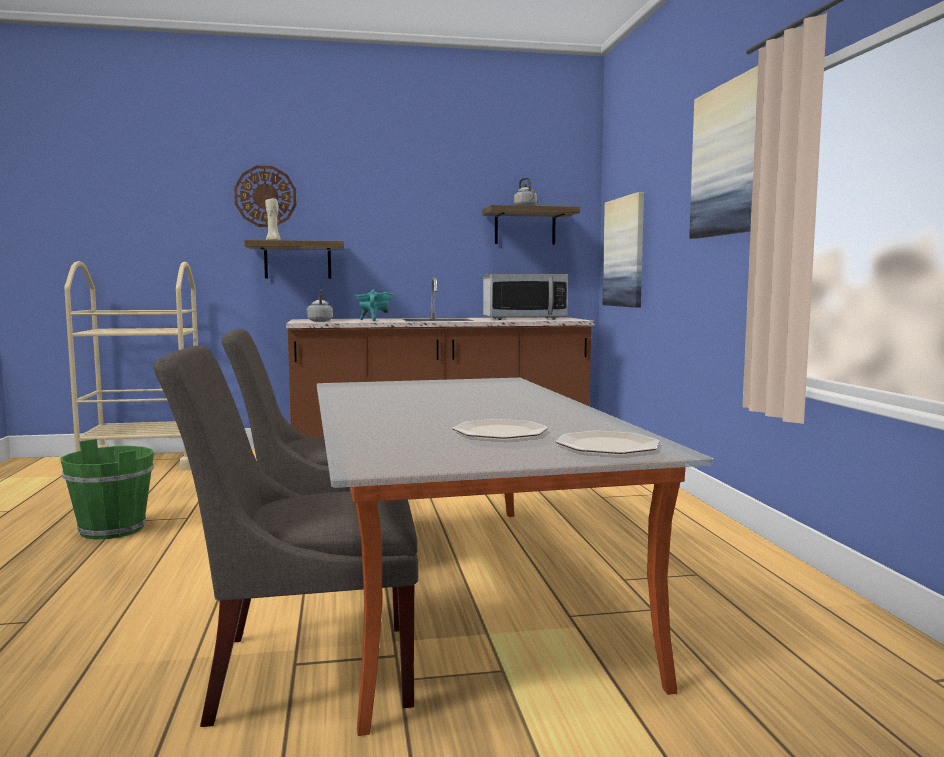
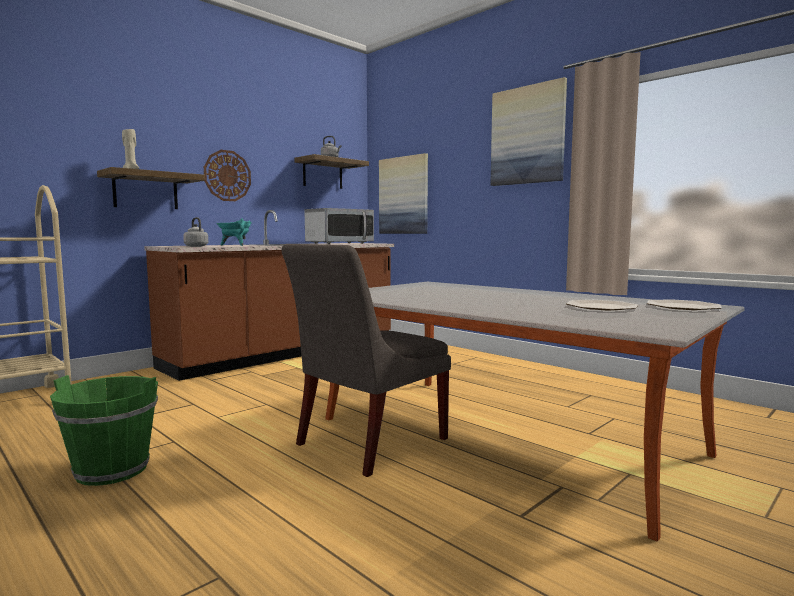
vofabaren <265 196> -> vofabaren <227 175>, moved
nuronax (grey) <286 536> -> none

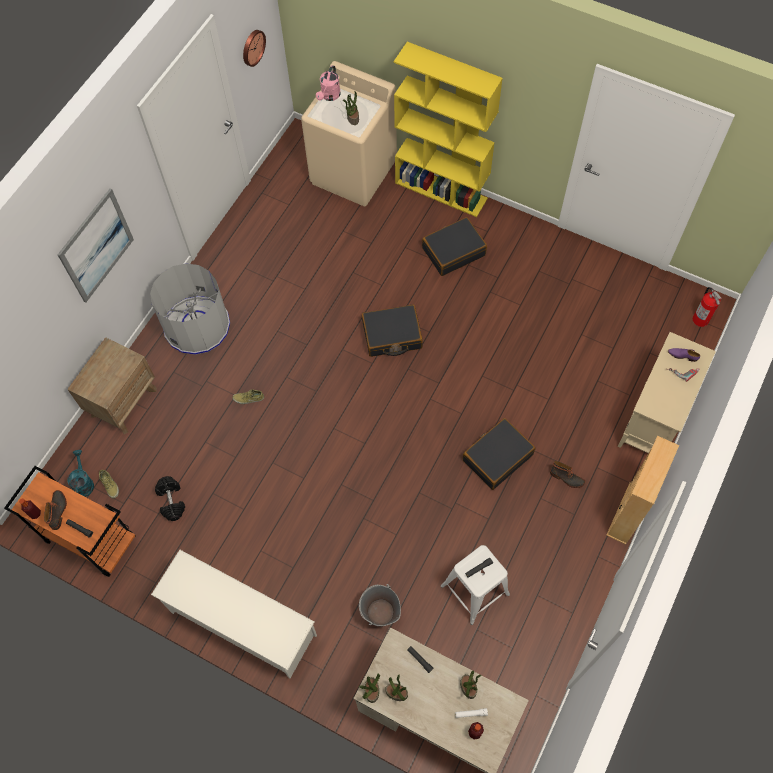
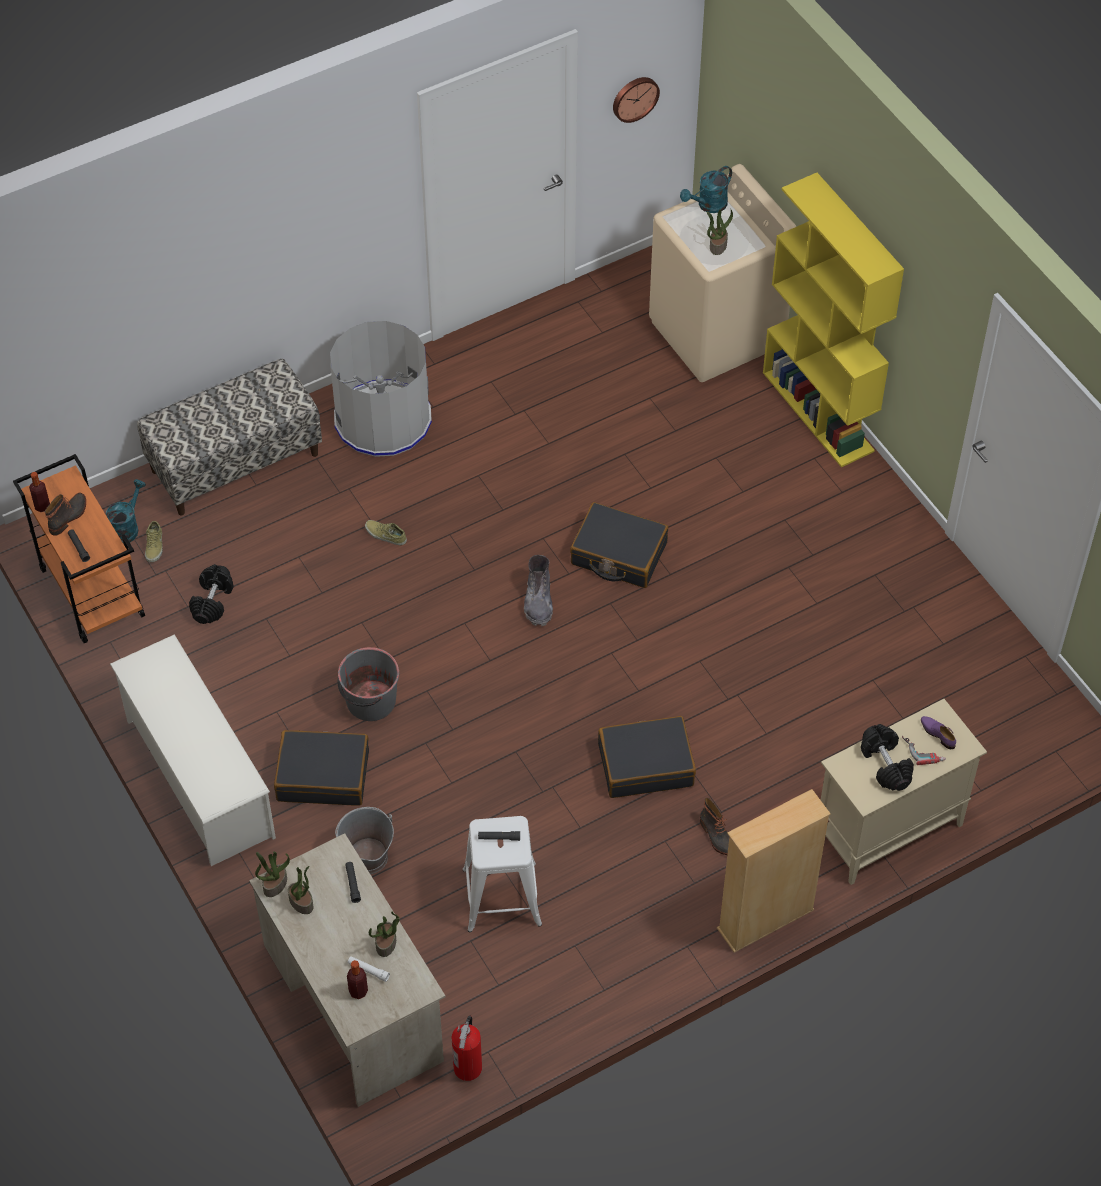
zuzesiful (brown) <112 385> -> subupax <229 437>
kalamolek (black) <454 246> -> kalamolek (black) <321 768>, moved
none -> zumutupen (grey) <368 684>
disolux <707 307> -> disolux <467 1048>, moved
none -> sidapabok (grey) <538 591>
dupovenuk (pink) <328 83> -> dupovenuk (turquoise) <706 189>
none -> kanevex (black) <887 757>
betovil <95 245> -> none

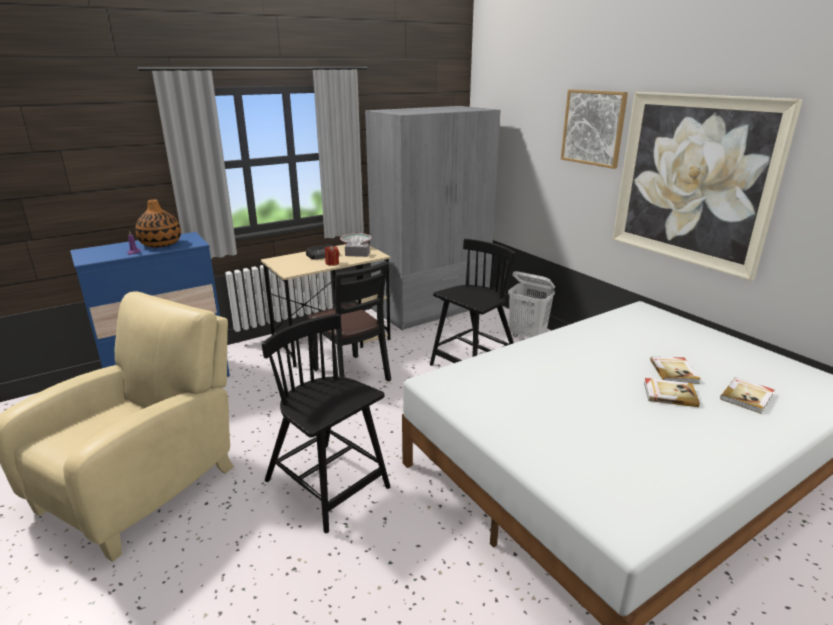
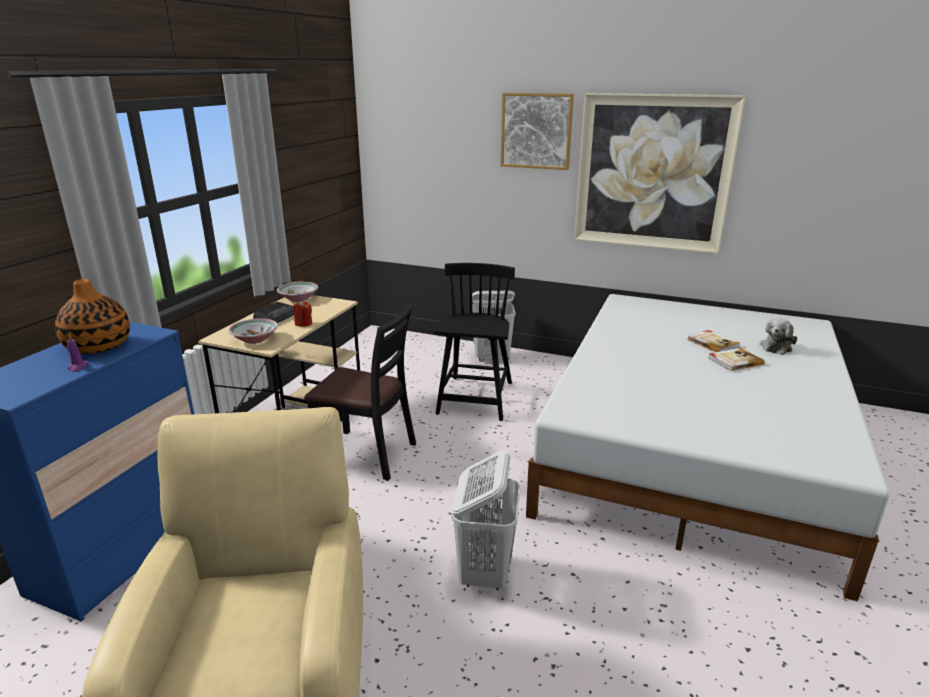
none -> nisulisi <253 331>
nuronax (black) <326 423> -> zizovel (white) <485 520>
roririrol <747 395> -> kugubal <778 336>
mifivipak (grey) <357 246> -> none
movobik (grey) <432 218> -> none

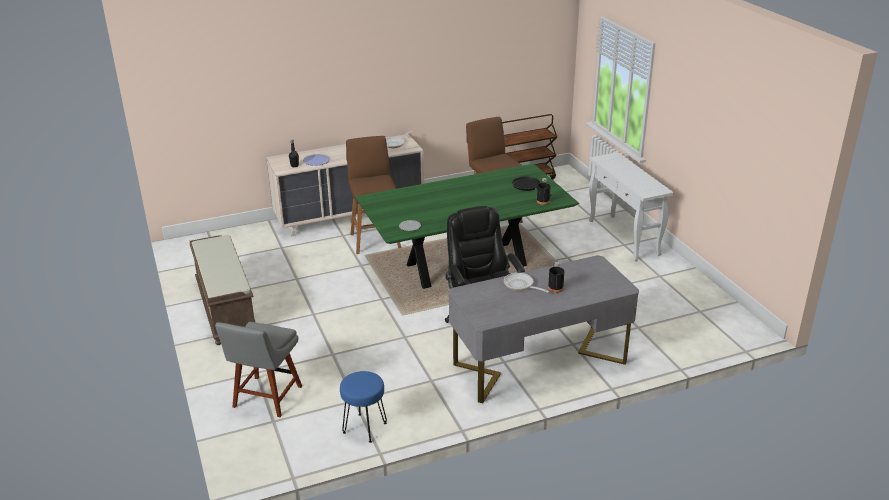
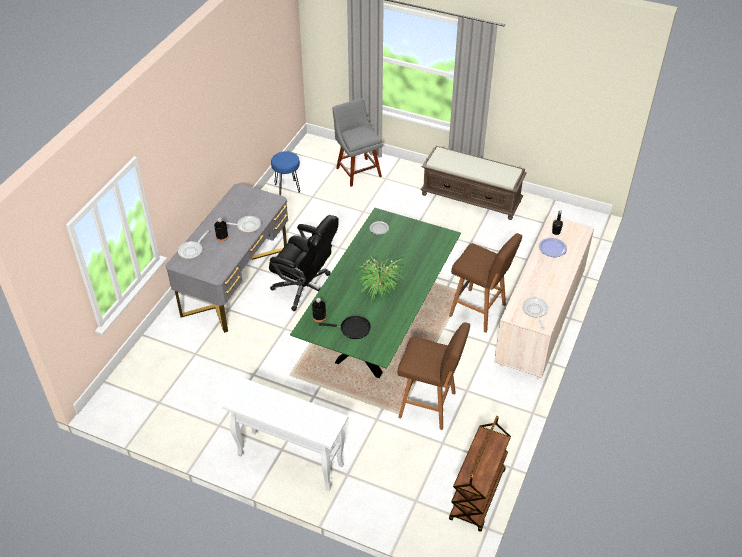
none -> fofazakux <193 244>
none -> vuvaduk <381 278>

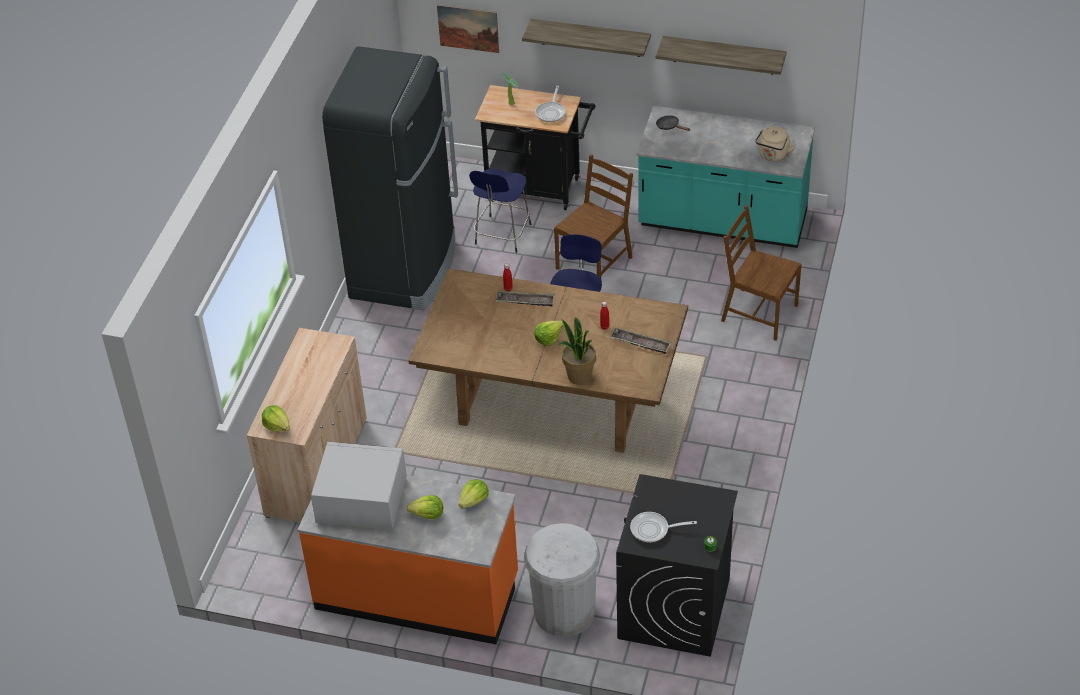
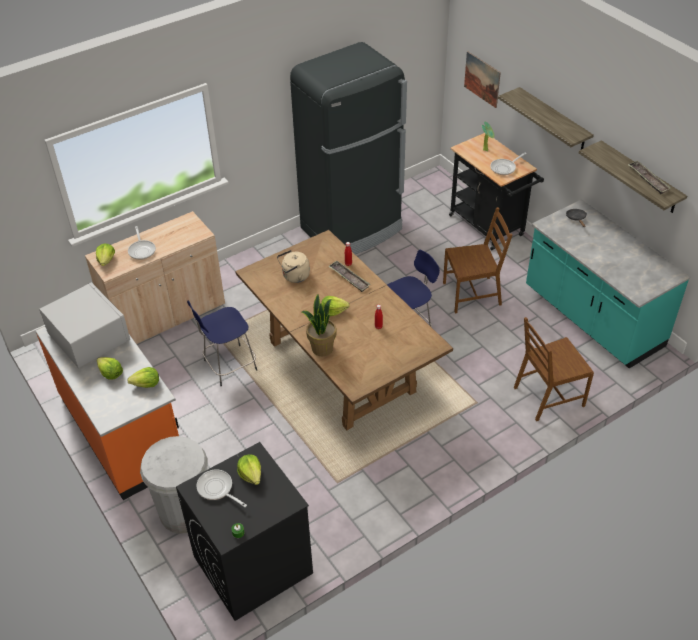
none -> fofazakux <142 243>
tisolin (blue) <500 211> -> tisolin (blue) <222 343>, moved
none -> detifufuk <249 469>
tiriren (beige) <775 144> -> tiriren (beige) <293 266>, moved
nuronax (brown) <761 273> -> nuronax (brown) <554 369>, 90 degrees counterclockwise
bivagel <640 341> -> bivagel <649 177>, moved

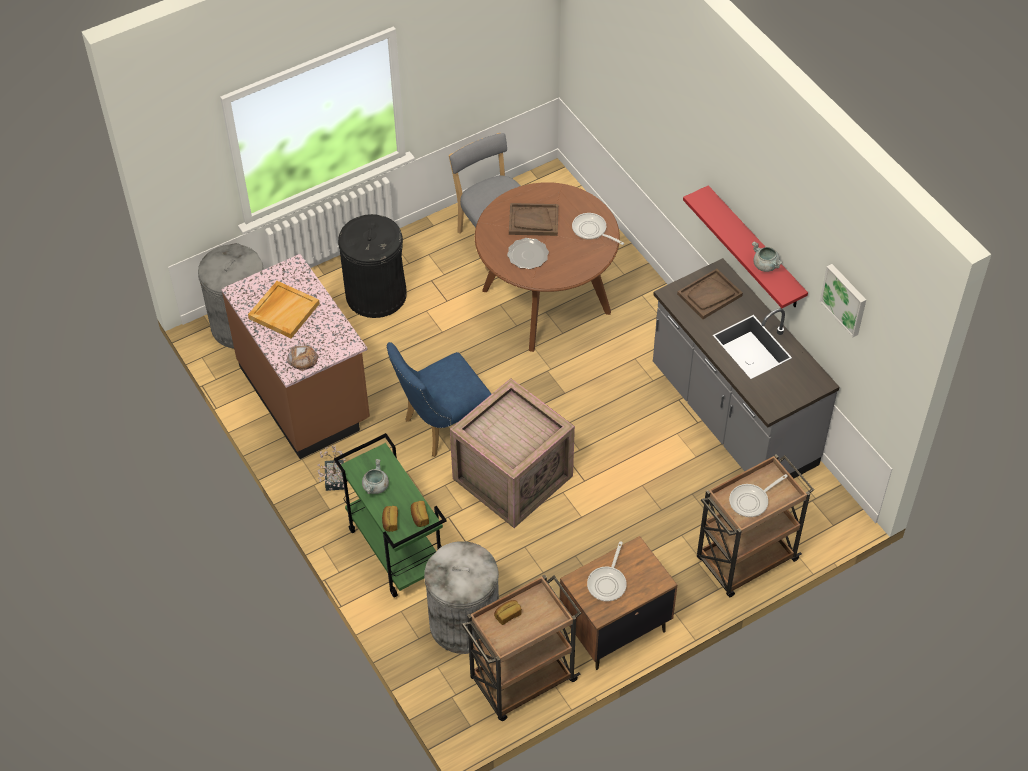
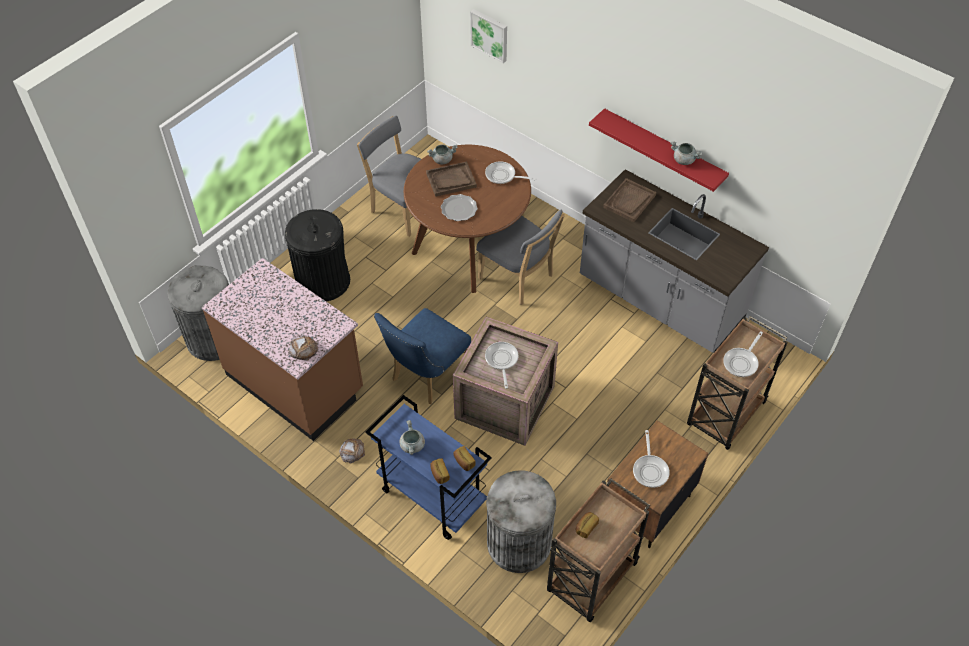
vuvaduk <331 468> -> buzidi <352 451>
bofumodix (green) <390 515> -> bofumodix (blue) <429 467>
none -> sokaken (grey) <442 155>
betovil <843 300> -> betovil <488 36>, moved
none -> nuronax (grey) <520 257>
none -> fofazakux <501 365>
bivagel (beige) <284 309> -> none

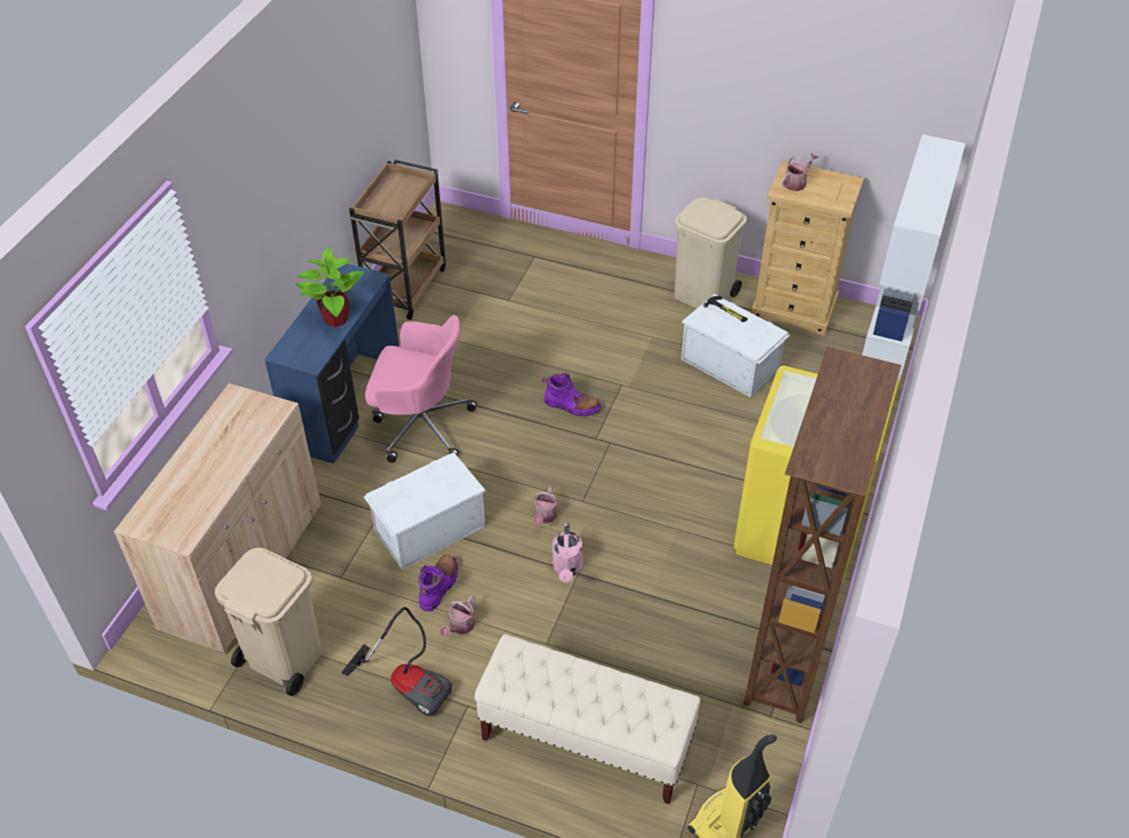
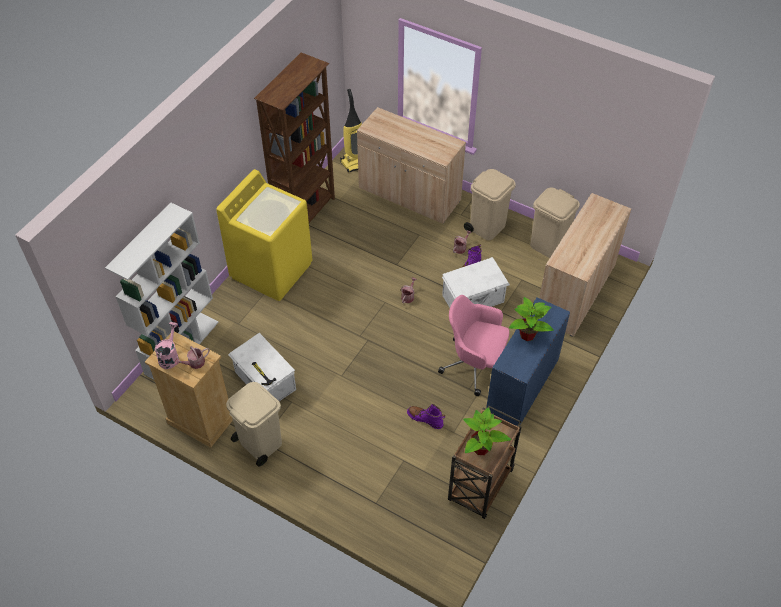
dupovenuk (pink) <567 553> -> dupovenuk (pink) <167 345>, moved
subupax (beige) <588 719> -> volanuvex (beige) <411 165>
sidapabok (purple) <571 395> -> sidapabok (purple) <426 416>, moved
none -> vuvaduk <487 431>
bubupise <397 661> -> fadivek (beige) <490 204>

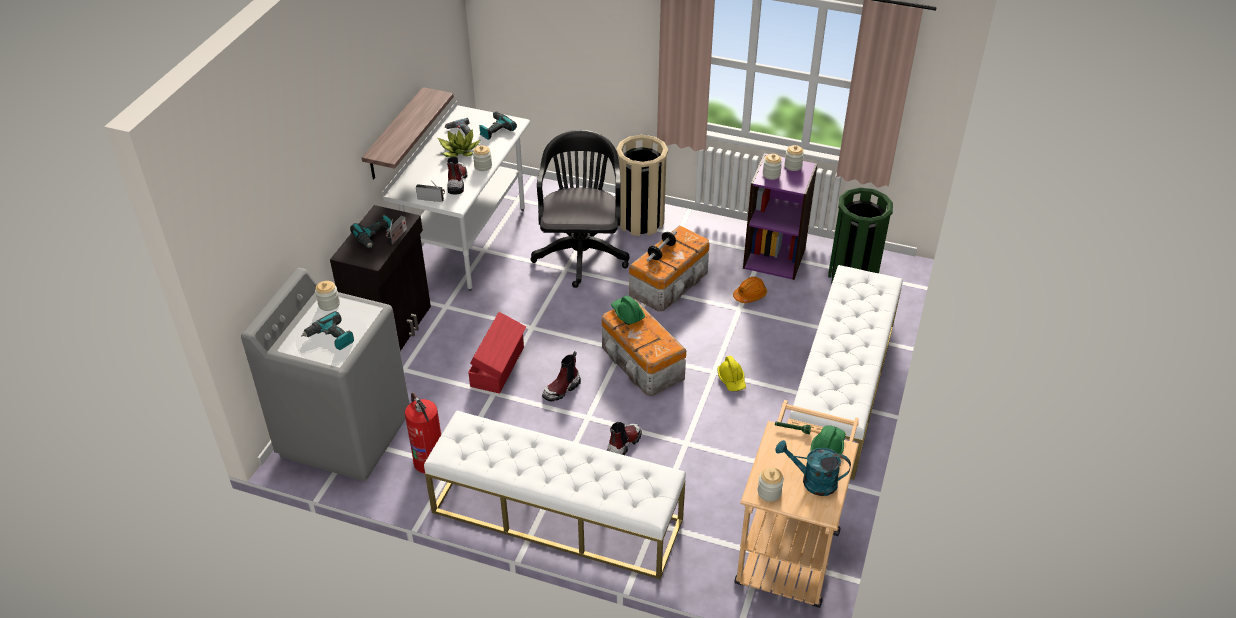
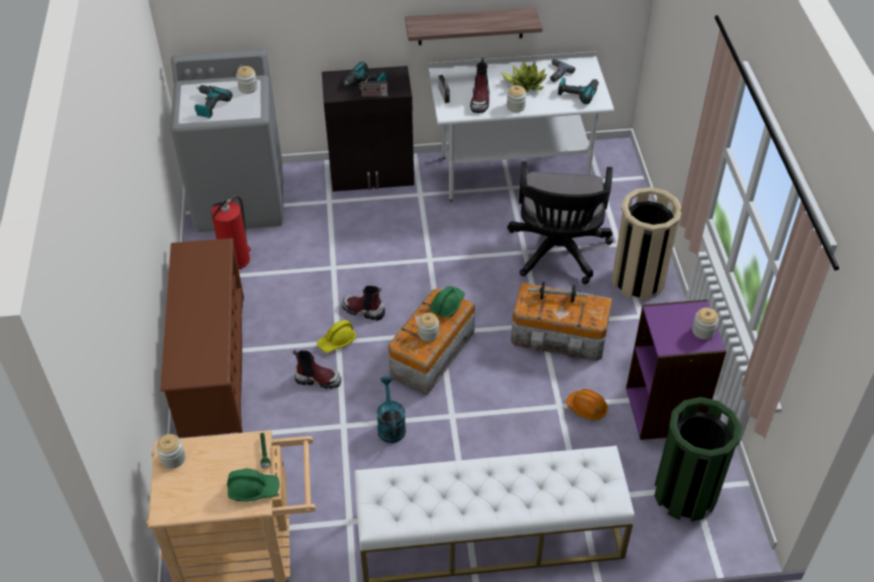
subupax (white) <555 494> -> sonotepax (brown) <202 338>
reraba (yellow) <731 373> -> reraba (yellow) <337 336>, moved
dupovenuk (turquoise) <813 468> -> dupovenuk (turquoise) <391 409>, moved
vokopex <772 167> -> vokopex <428 327>, moved
sidapabok <457 175> -> sidapabok <479 85>, 120 degrees clockwise
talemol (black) <580 209> -> talemol (black) <560 222>, 120 degrees clockwise
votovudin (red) <497 352> -> none

